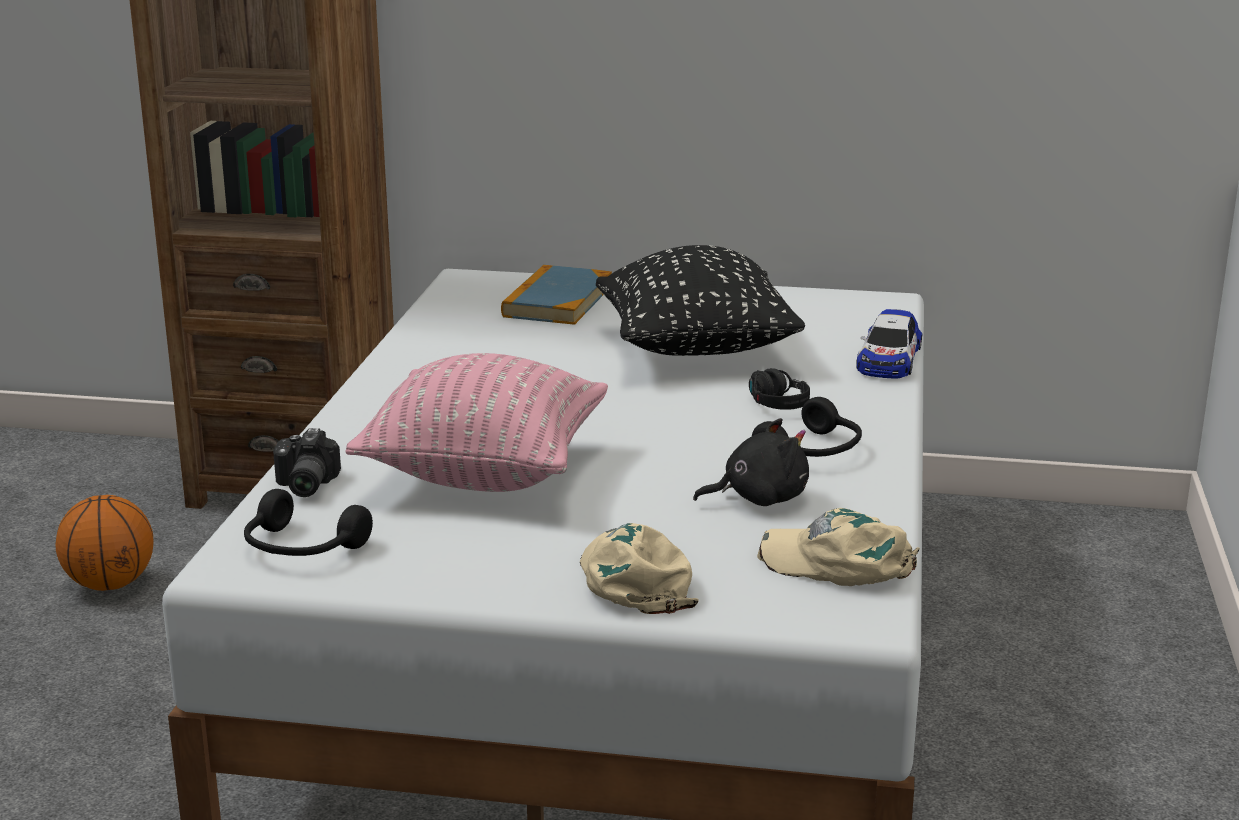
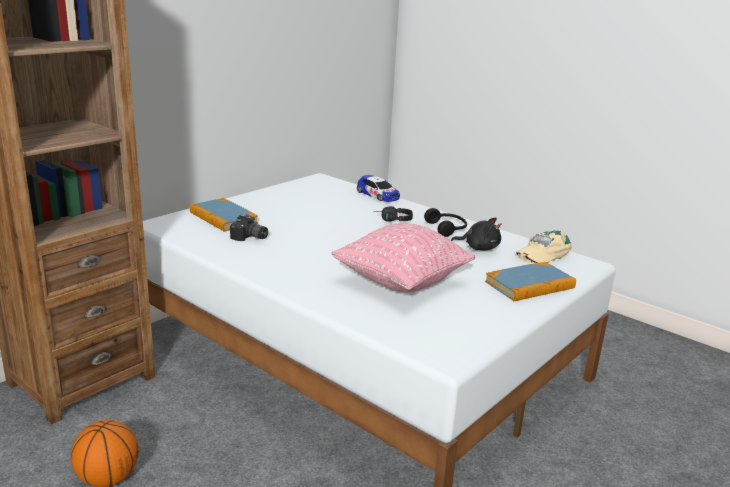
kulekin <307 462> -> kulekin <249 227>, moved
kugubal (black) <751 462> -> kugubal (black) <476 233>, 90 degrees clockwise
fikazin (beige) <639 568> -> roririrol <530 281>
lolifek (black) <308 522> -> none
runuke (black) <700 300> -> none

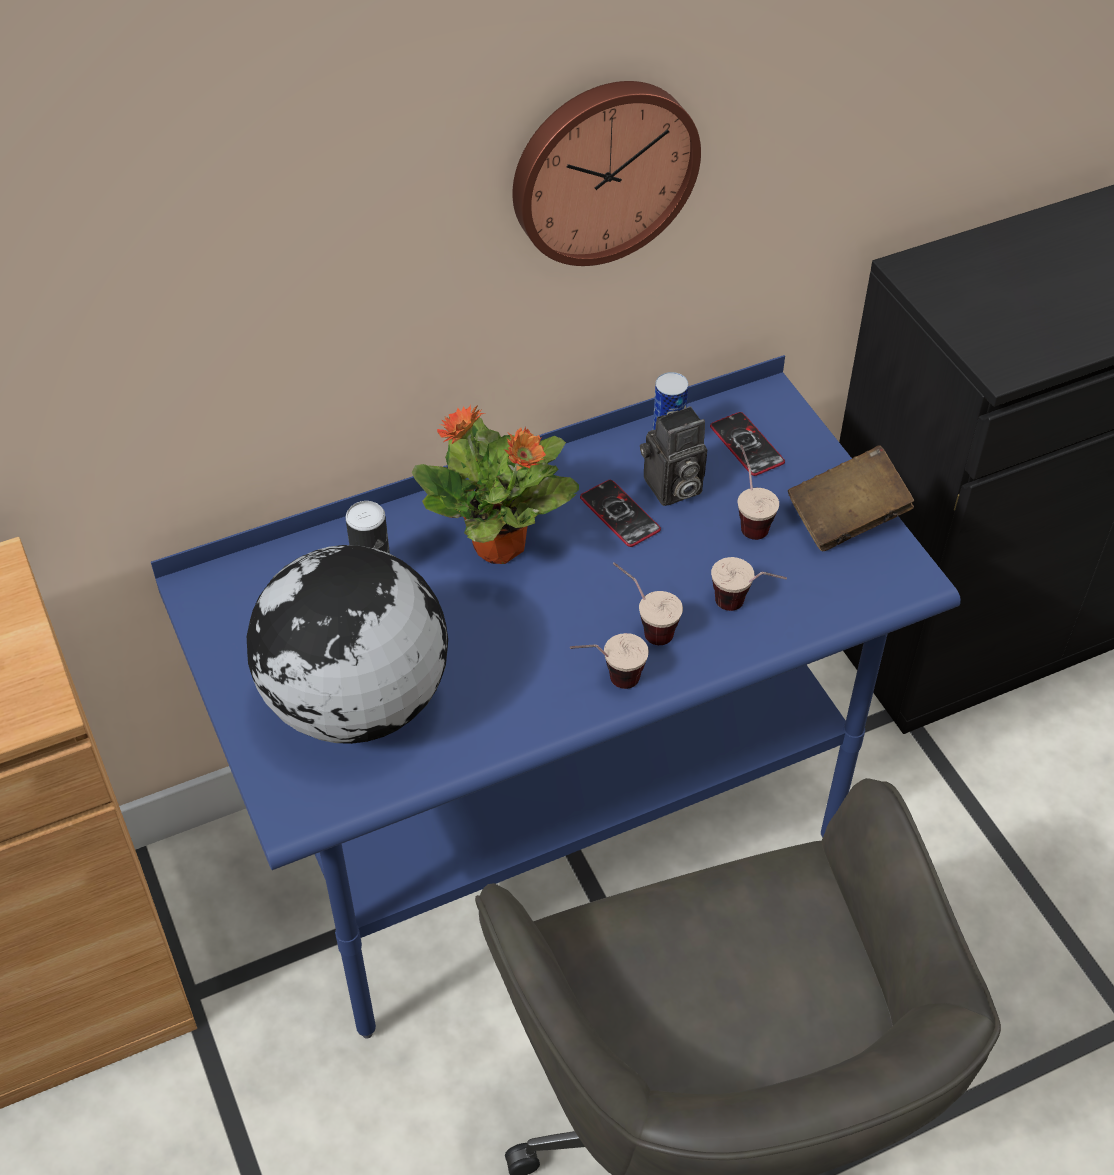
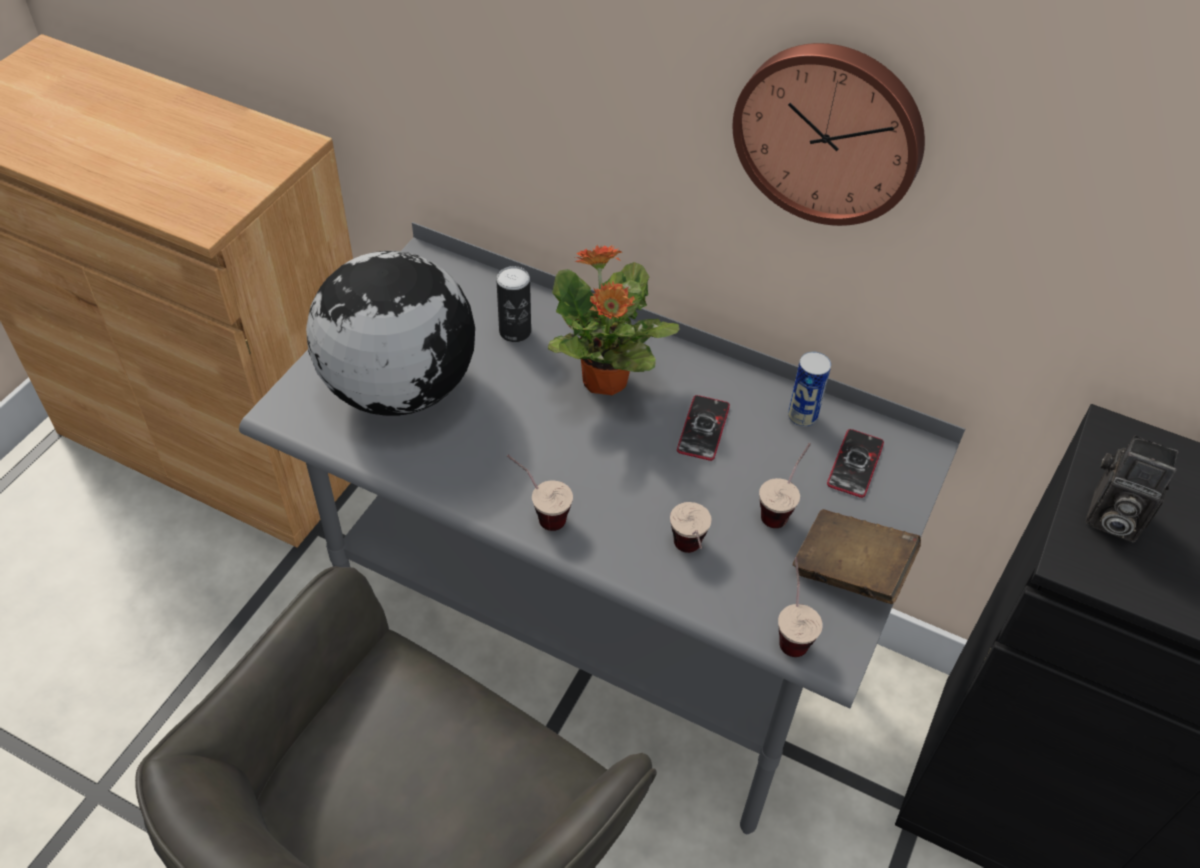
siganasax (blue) <556 697> -> siganasax (grey) <602 528>
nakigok <648 603> -> nakigok <800 607>, moved
kulekin <673 456> -> kulekin <1132 488>, moved

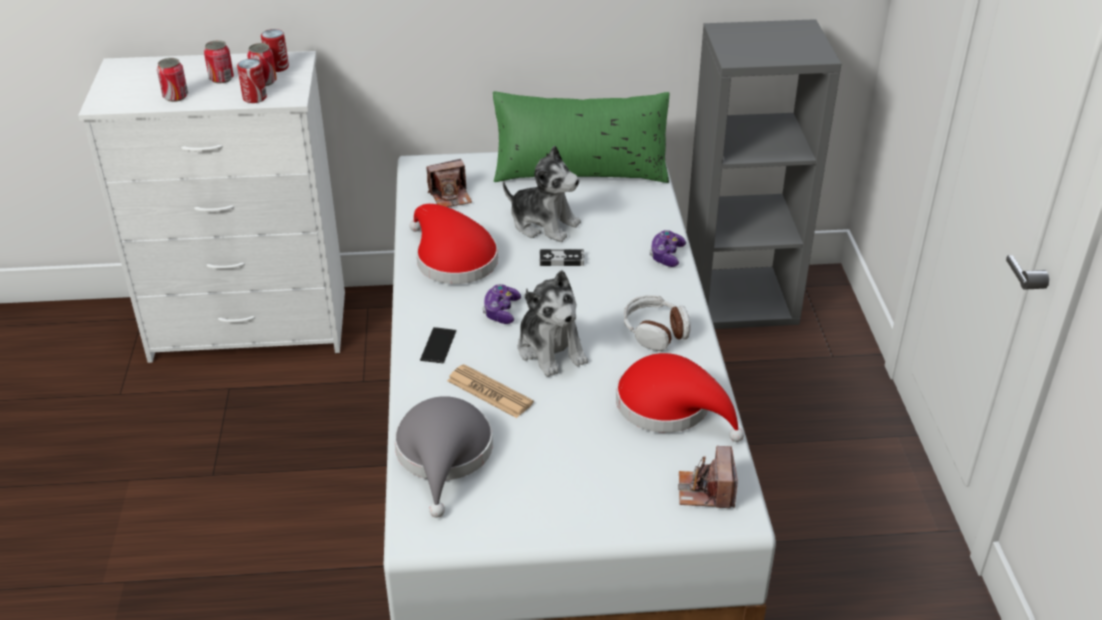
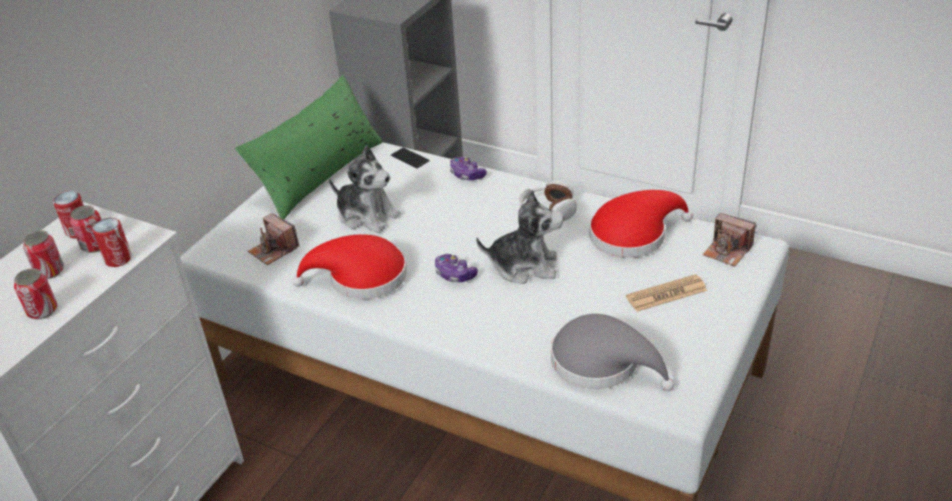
kulekin <449 183> -> kulekin <274 239>, 120 degrees clockwise
kugubal <542 193> -> kugubal <365 189>, 60 degrees clockwise
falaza <438 345> -> falaza <410 158>, moved
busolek <490 391> -> busolek <666 293>, moved
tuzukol <562 257> -> none

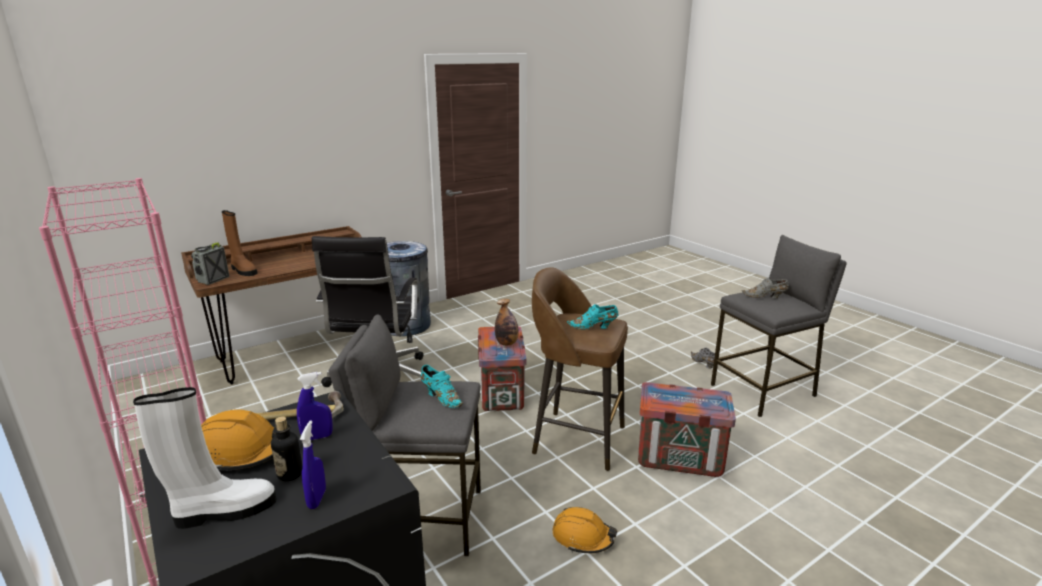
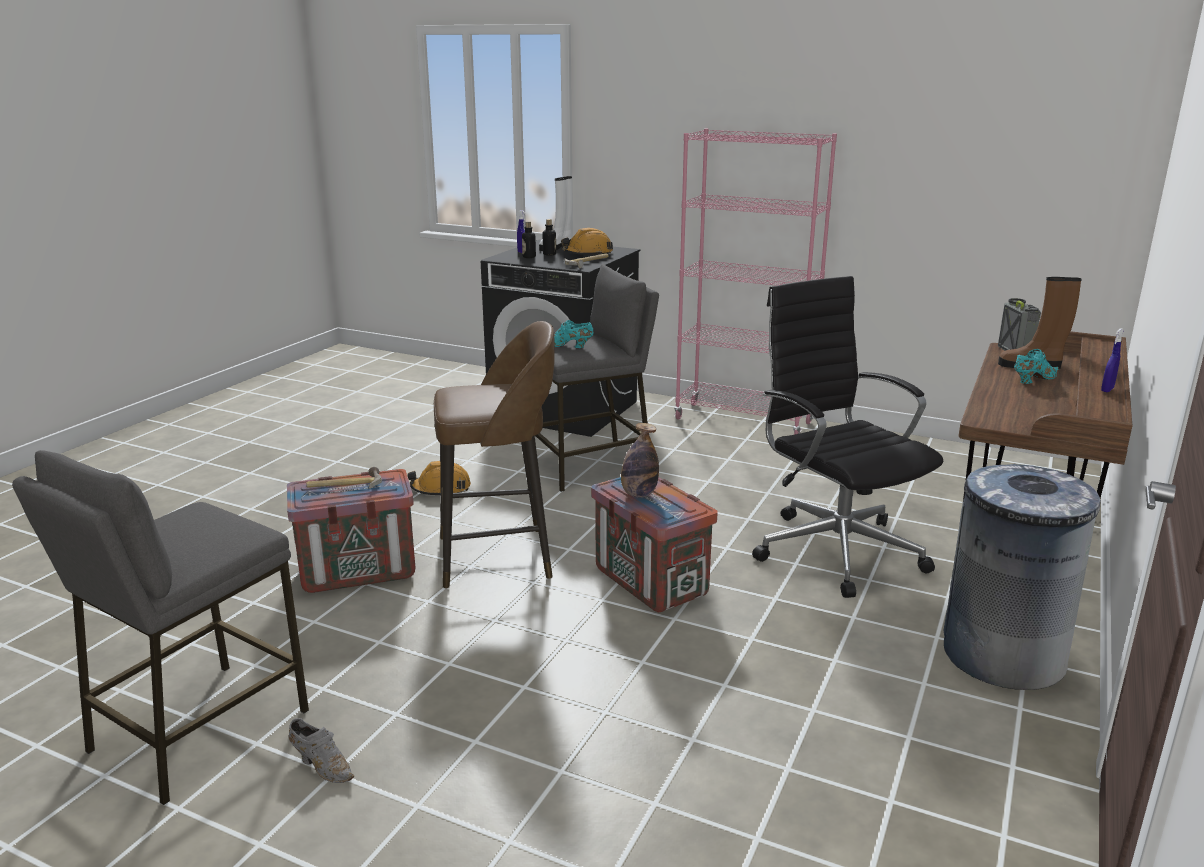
none -> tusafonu <344 478>
none -> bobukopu <529 239>
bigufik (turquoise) <592 317> -> bigufik (turquoise) <1036 366>, moved
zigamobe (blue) <315 406> -> zigamobe (blue) <1112 360>, moved
bigufik (grey) <765 288> -> none

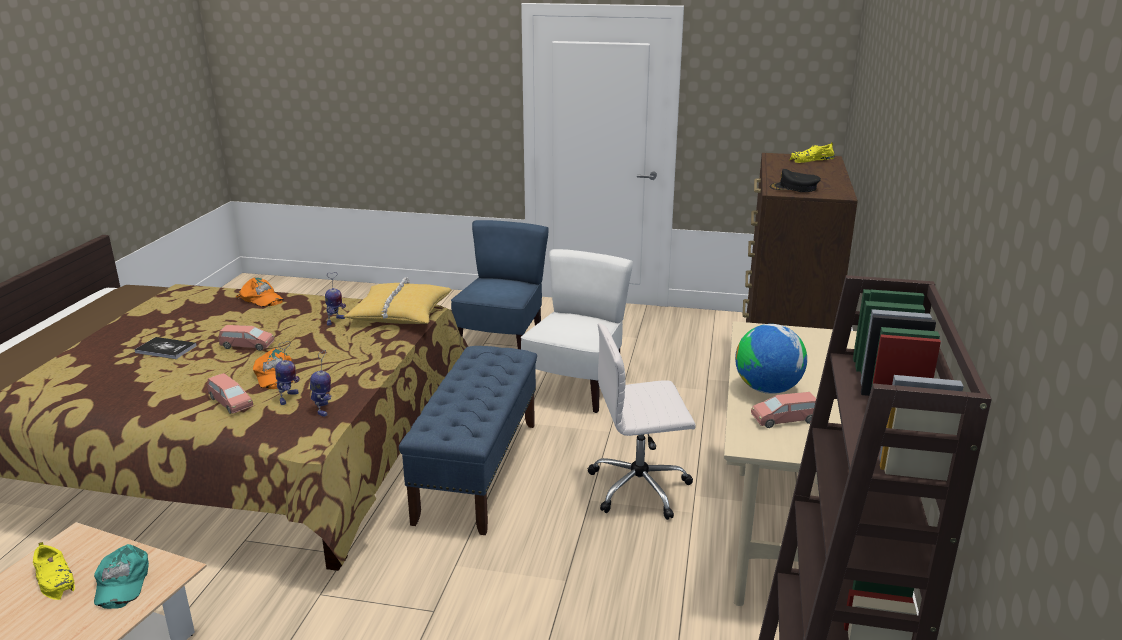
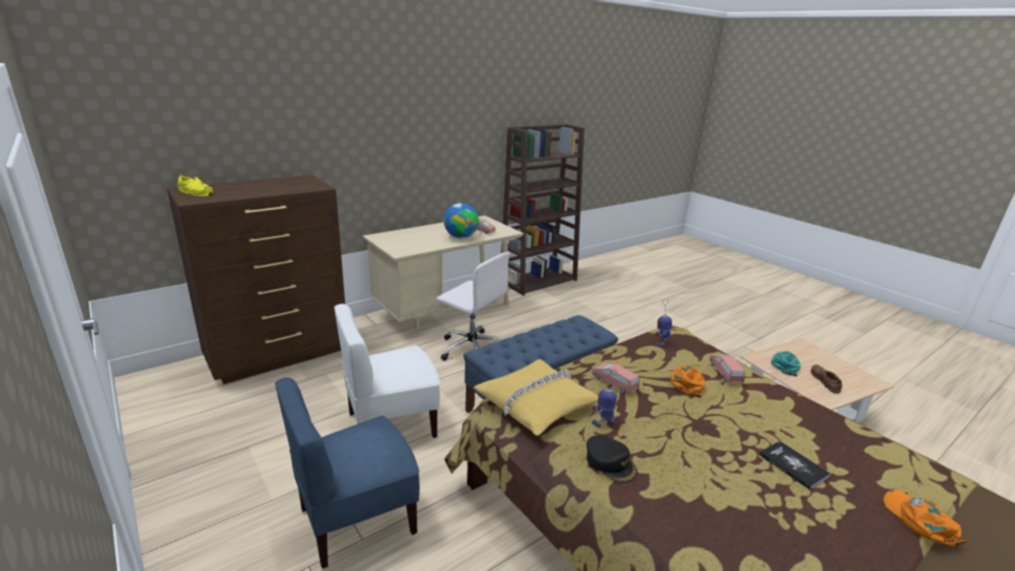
fikazin (black) <795 180> -> fikazin (black) <612 459>, moved
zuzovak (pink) <247 338> -> zuzovak (pink) <616 378>, moved
bigufik (yellow) <54 571> -> bigufik (brown) <826 379>
fikazin (orange) <259 292> -> fikazin (orange) <925 518>, moved
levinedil <287 373> -> none

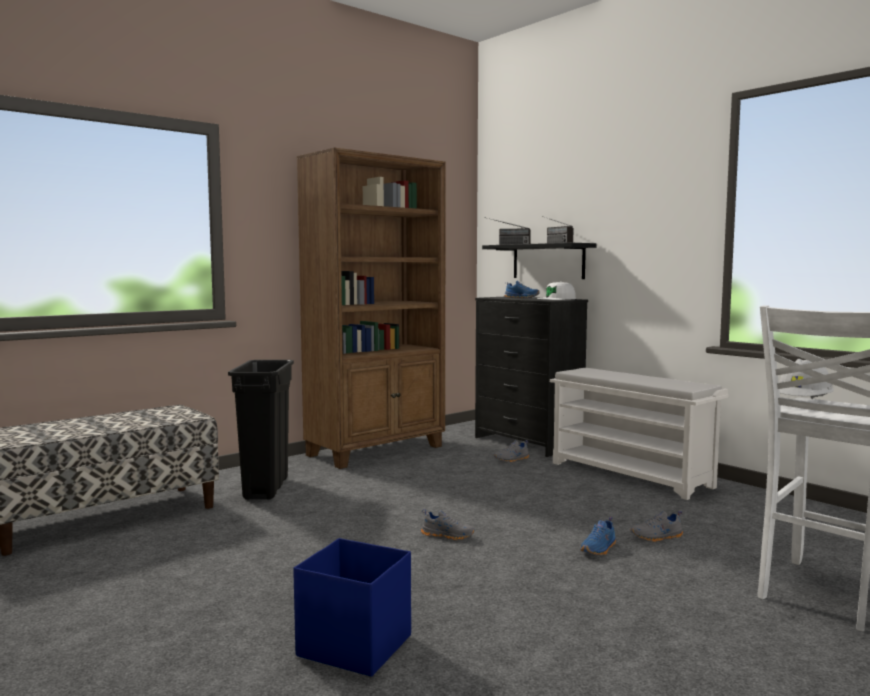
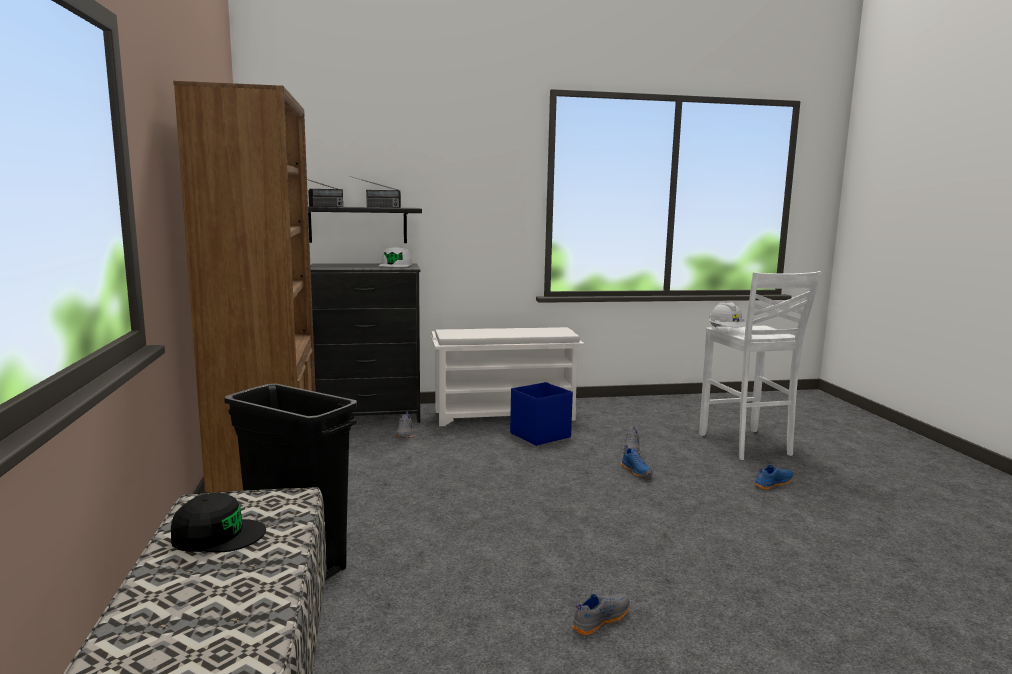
none -> fikazin (black) <218 522>
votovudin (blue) <352 607> -> votovudin (blue) <541 414>, moved
bigufik (grey) <448 524> -> bigufik (grey) <601 614>, moved
bigufik (blue) <522 289> -> bigufik (blue) <774 477>, moved

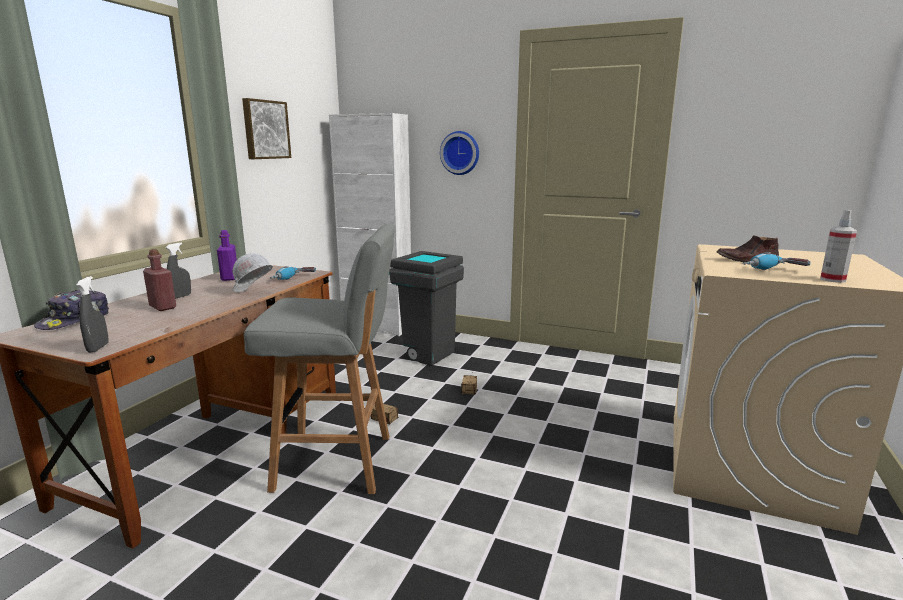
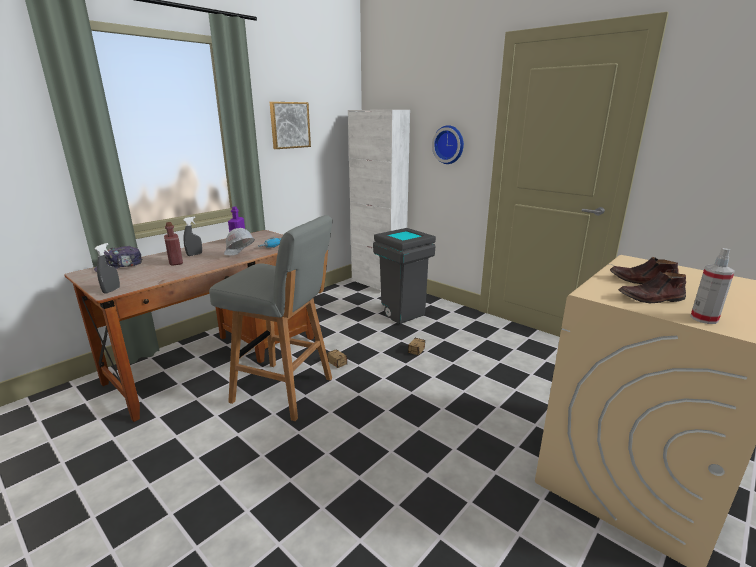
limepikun <777 261> -> bigufik (brown) <652 287>

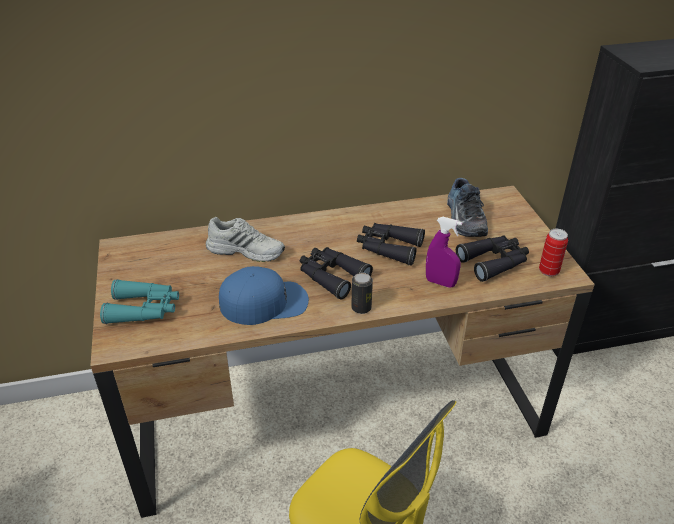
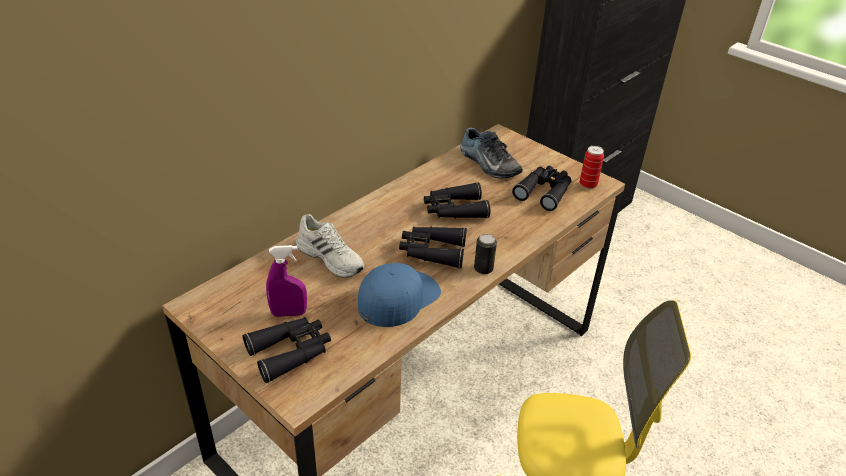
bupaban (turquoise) <139 301> -> bupaban (black) <287 350>
zigamobe (purple) <444 252> -> zigamobe (purple) <286 281>, moved
bigufik (white) <245 239> -> bigufik (white) <330 246>, 60 degrees clockwise

